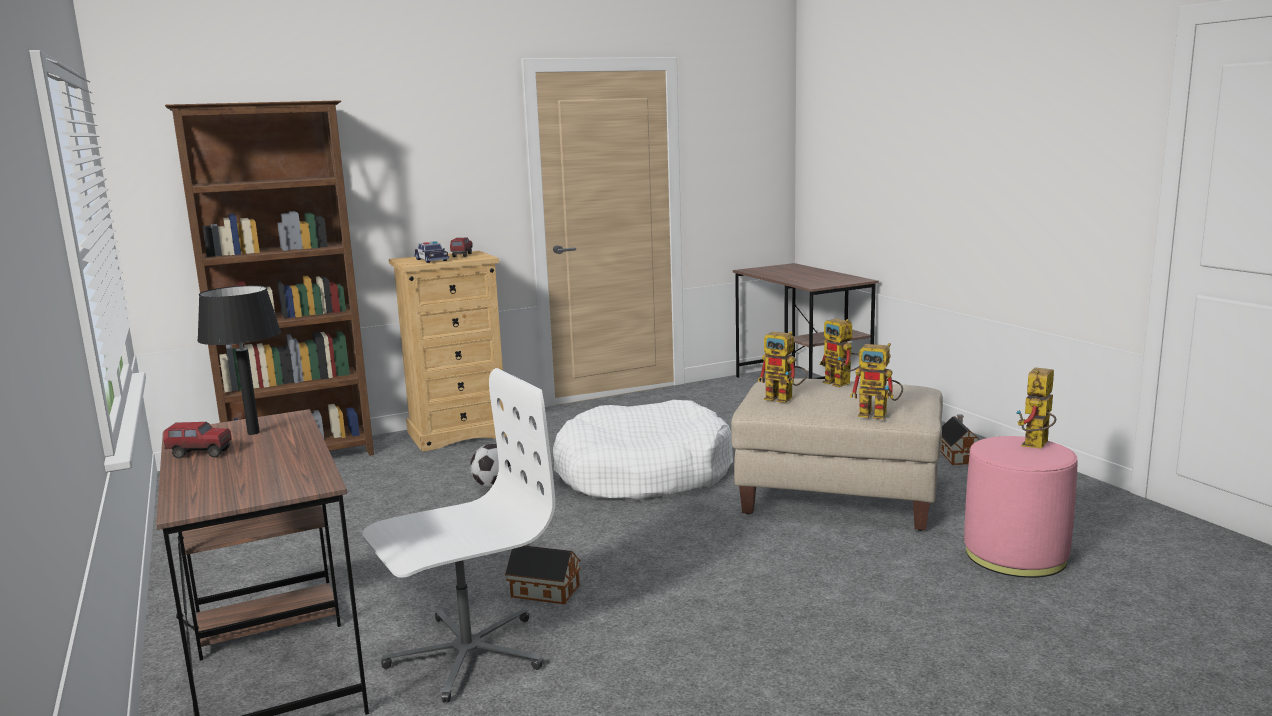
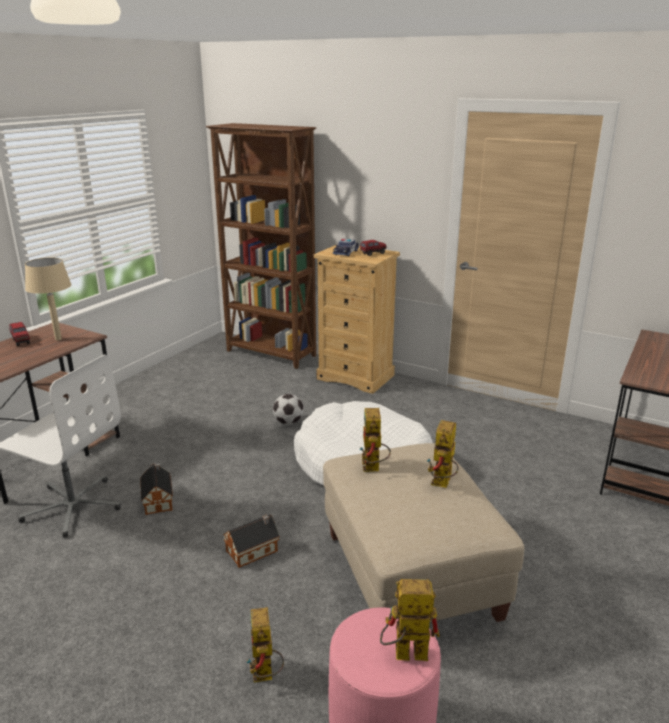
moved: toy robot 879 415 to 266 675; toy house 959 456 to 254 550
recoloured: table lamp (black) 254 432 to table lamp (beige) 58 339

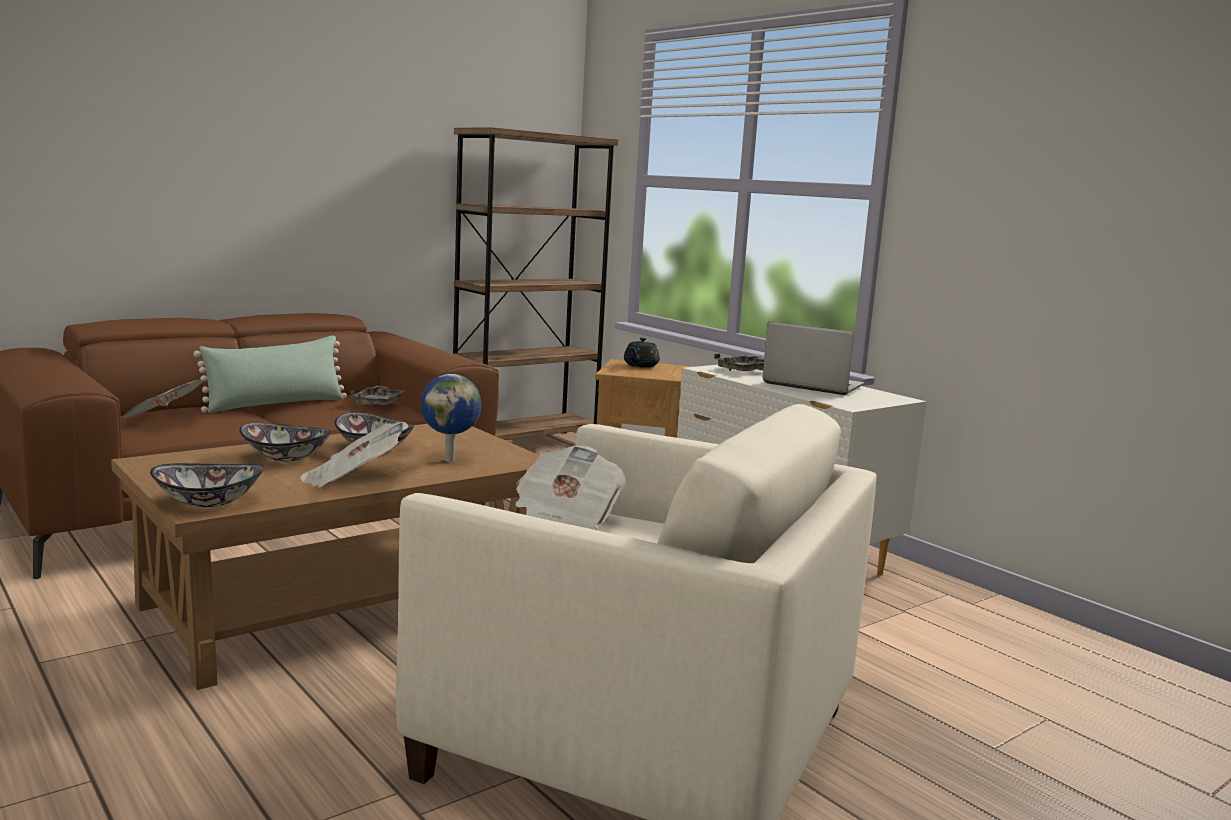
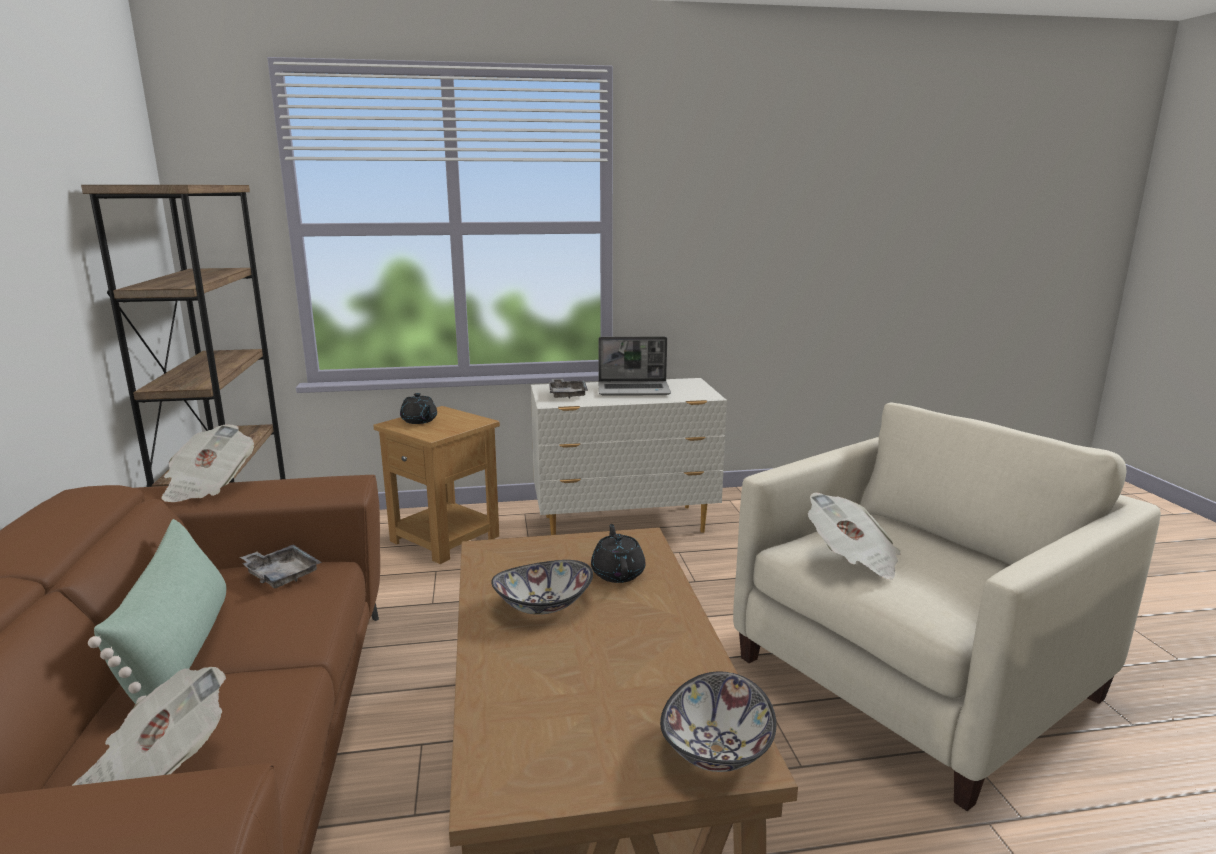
removed: bowl 287 457
moved: newspaper 352 481 to 208 486
replaced: globe 450 460 to teapot (black) 618 573
turned: laptop 811 385 = 634 390 150 degrees counterclockwise

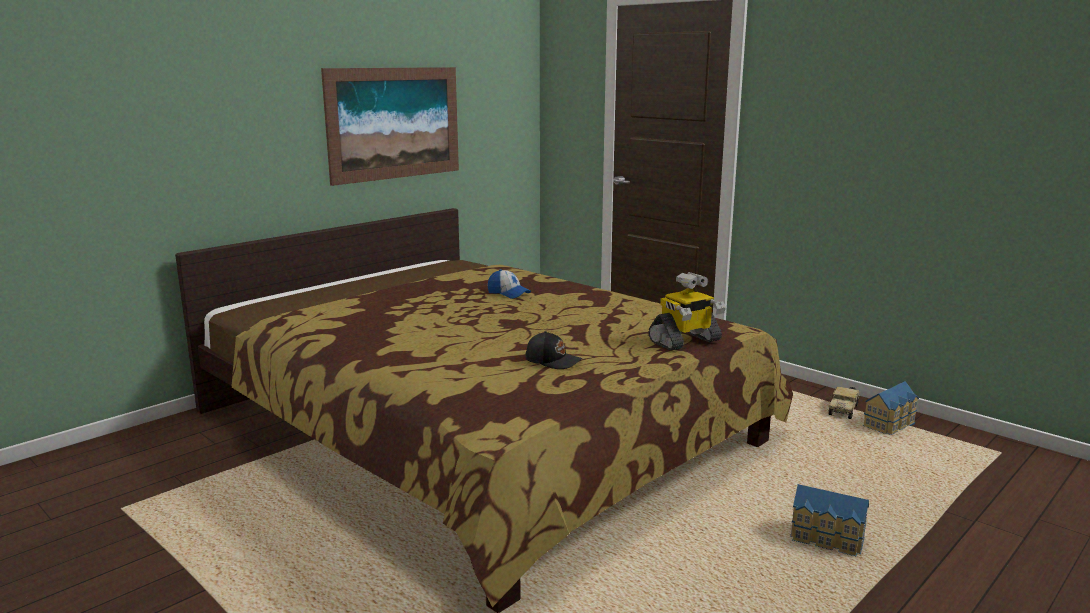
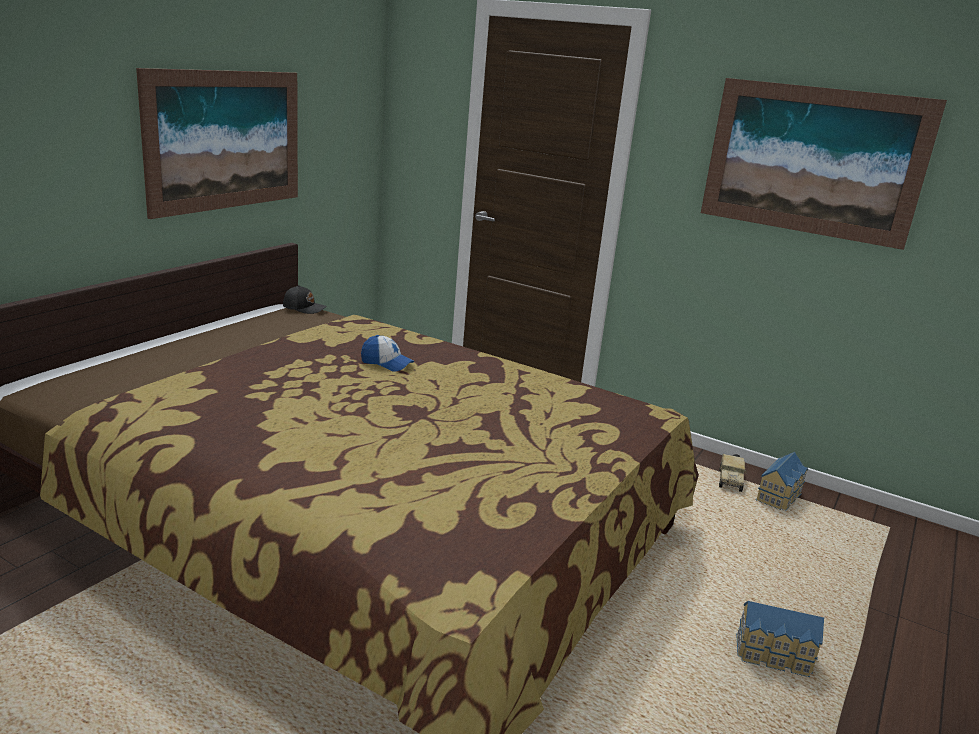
removed: toy robot 685 341
added: picture 813 161
moved: cap (black) 553 360 to 304 308

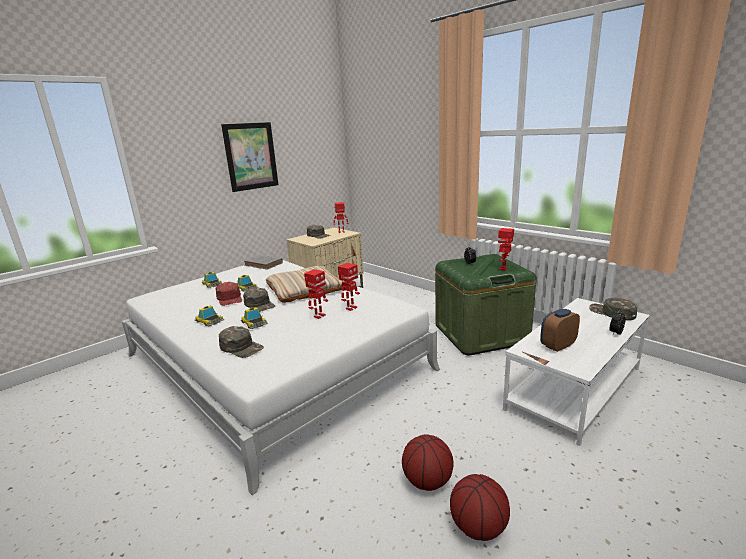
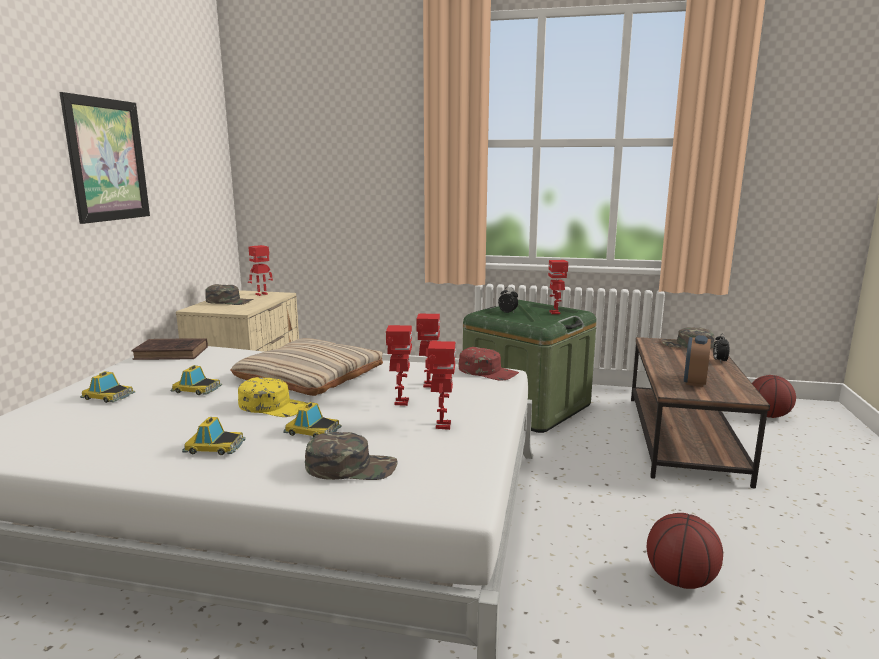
added: toy robot 442 425
moved: cap (red) 230 298 to 488 372; basketball 477 527 to 768 415
recoloured: cap (green) 260 304 to cap (yellow) 274 406; book (grey) 264 264 to book (brown) 173 353; coffee table (white) 575 388 to coffee table (brown) 684 437

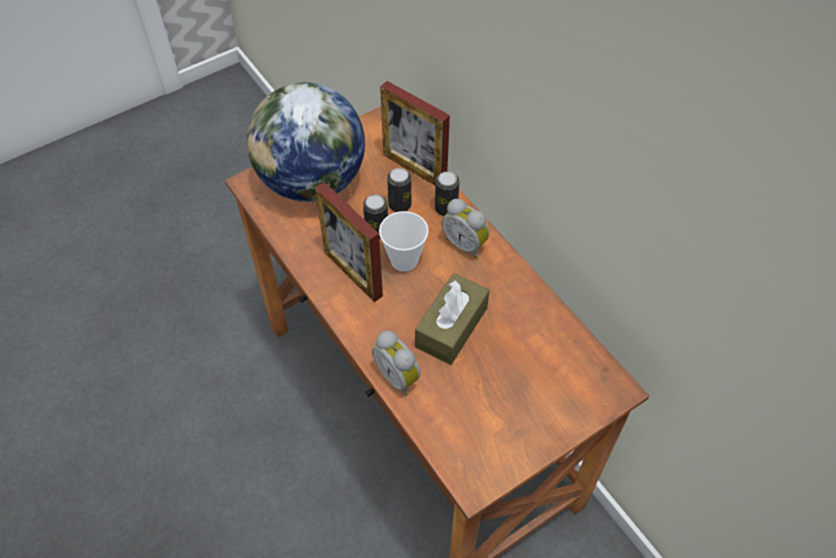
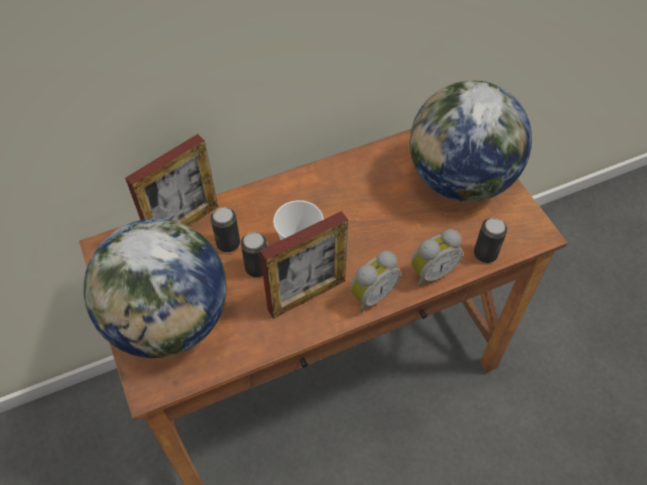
removed: tissue box (brown) 451 327
added: globe 459 181
moved: can 446 208 to 485 253; alarm clock 465 244 to 371 294

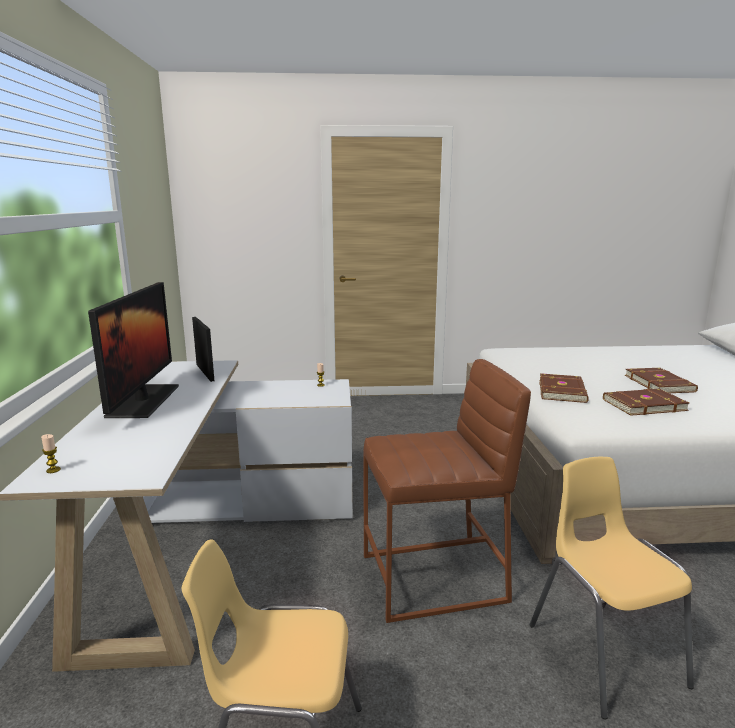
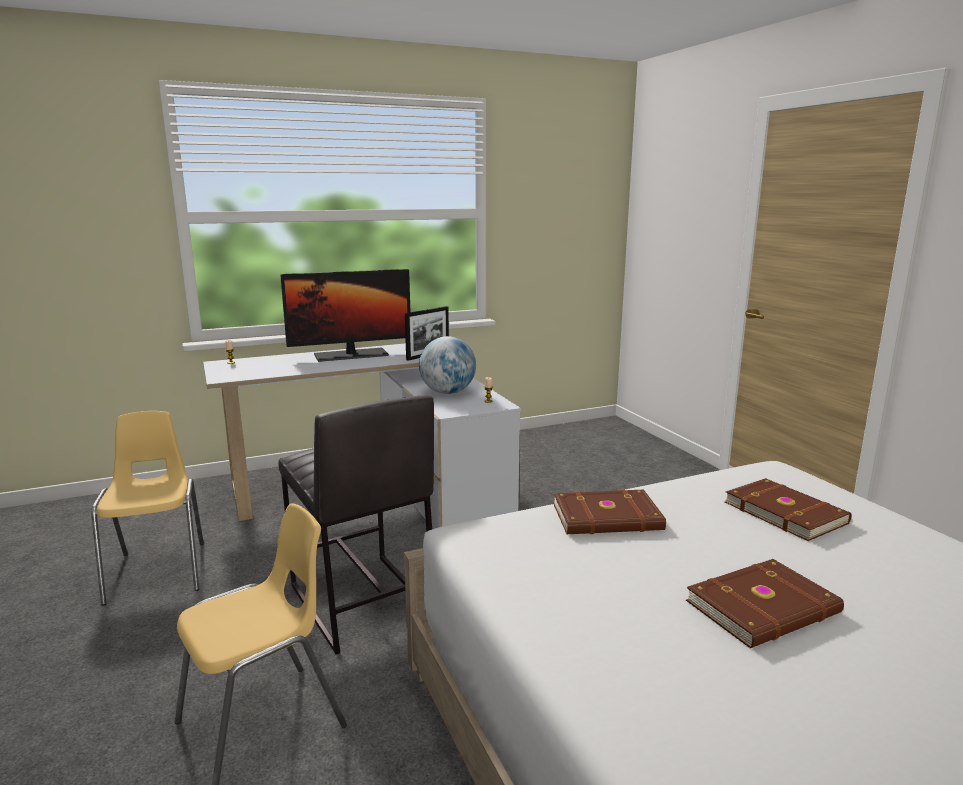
added: globe 448 392
moved: book (brown) 643 404 to 785 512
recoloured: stool (brown) 434 578 to stool (grey) 361 602

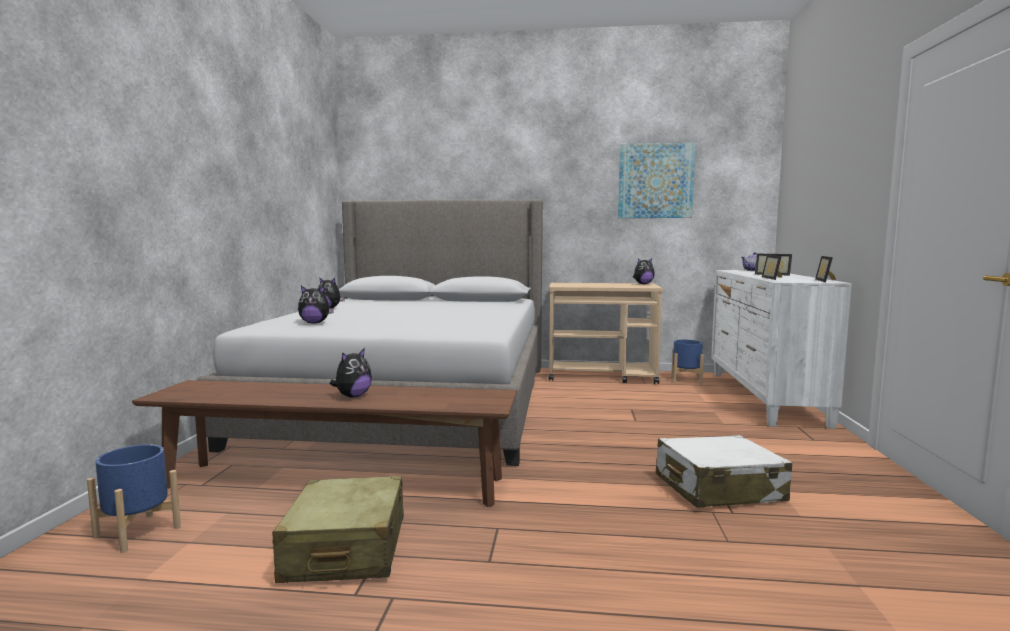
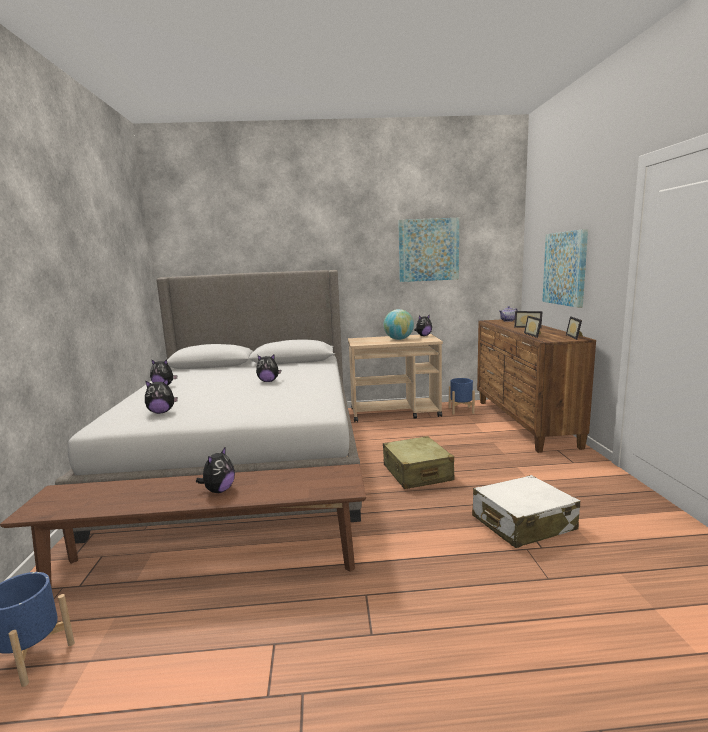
added: plush toy 268 381; globe 398 339; picture 565 268
moved: suitcase (beige) 346 549 to 417 473
recoloured: dresser (white) 764 397 to dresser (brown) 523 422

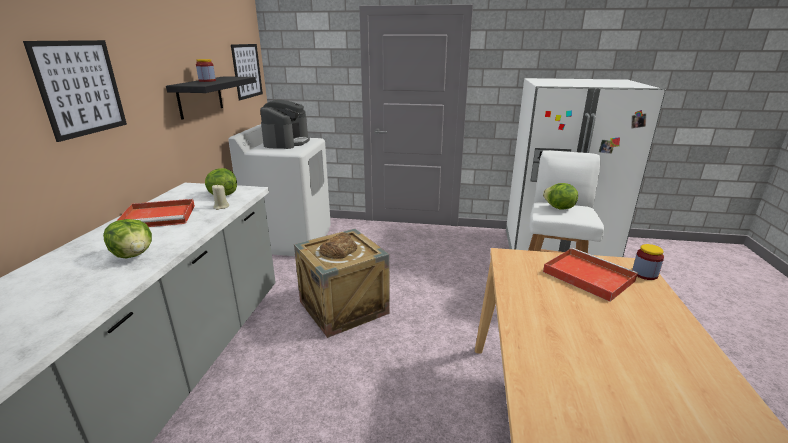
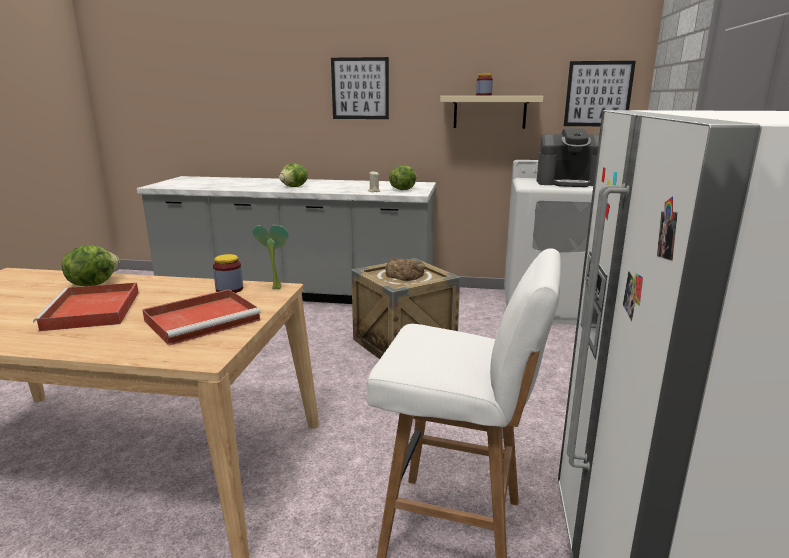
added: potted plant 275 287
moved: tray (red) 160 216 to 92 311; lettuce 558 208 to 92 284; jar 644 274 to 229 289
recoloured: shelf (black) 200 97 to shelf (beige) 489 112

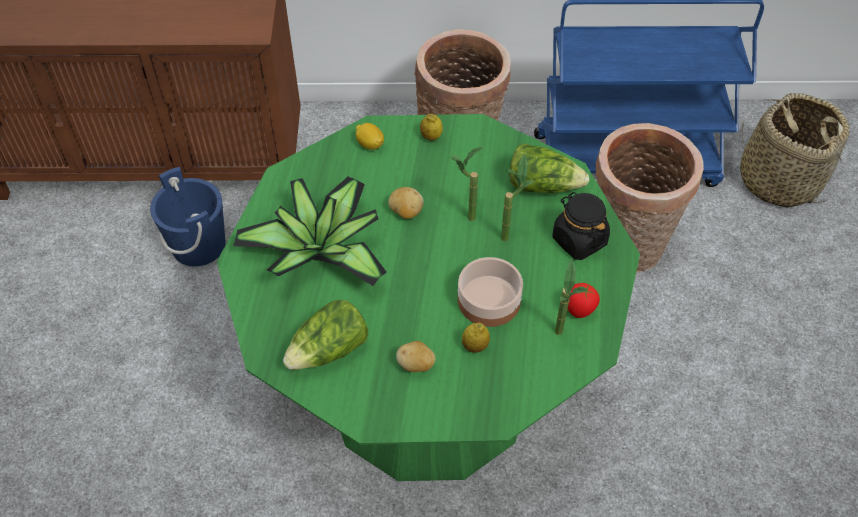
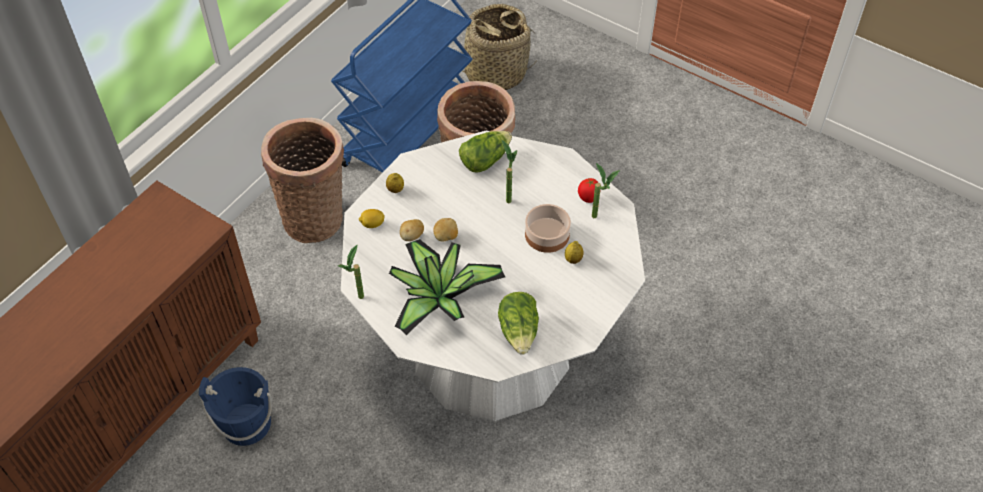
removed: jar (black) 579 240
moved: potato 416 365 to 412 236; potted plant 463 219 to 357 301
recoloured: dining table (green) 428 390 to dining table (white) 491 350

